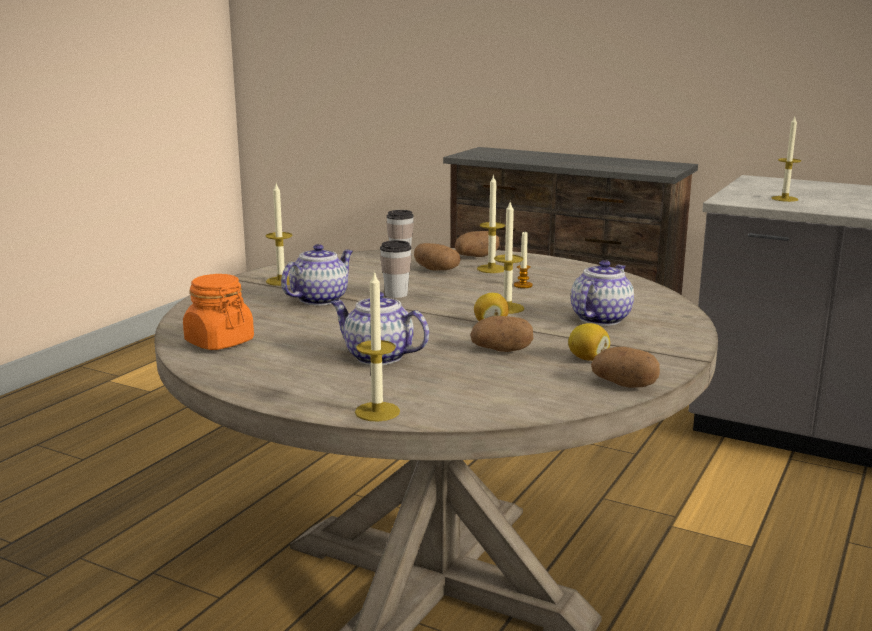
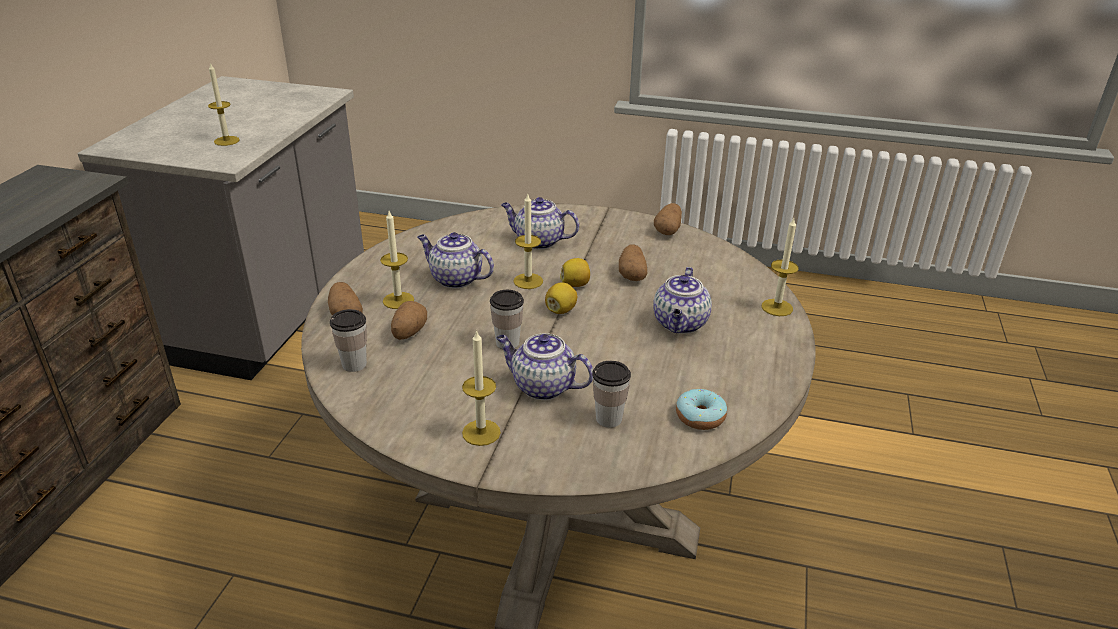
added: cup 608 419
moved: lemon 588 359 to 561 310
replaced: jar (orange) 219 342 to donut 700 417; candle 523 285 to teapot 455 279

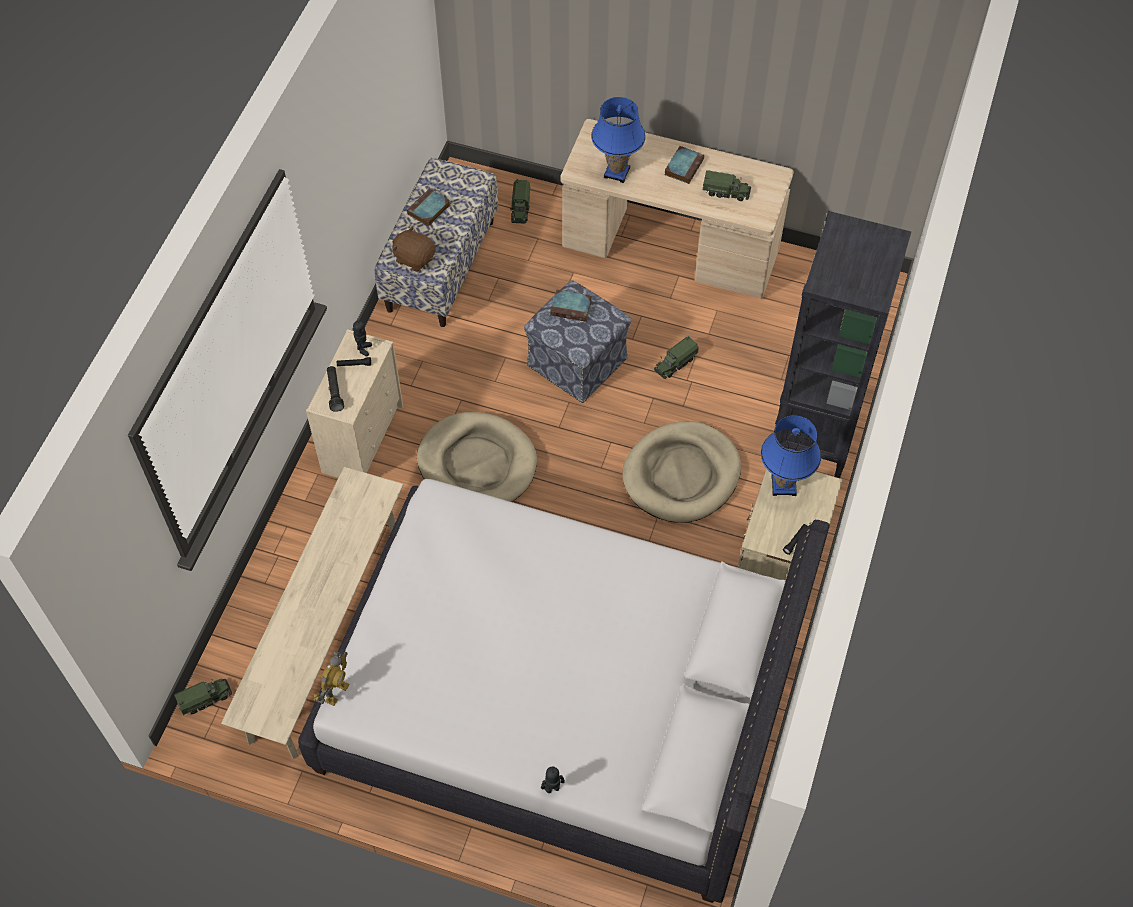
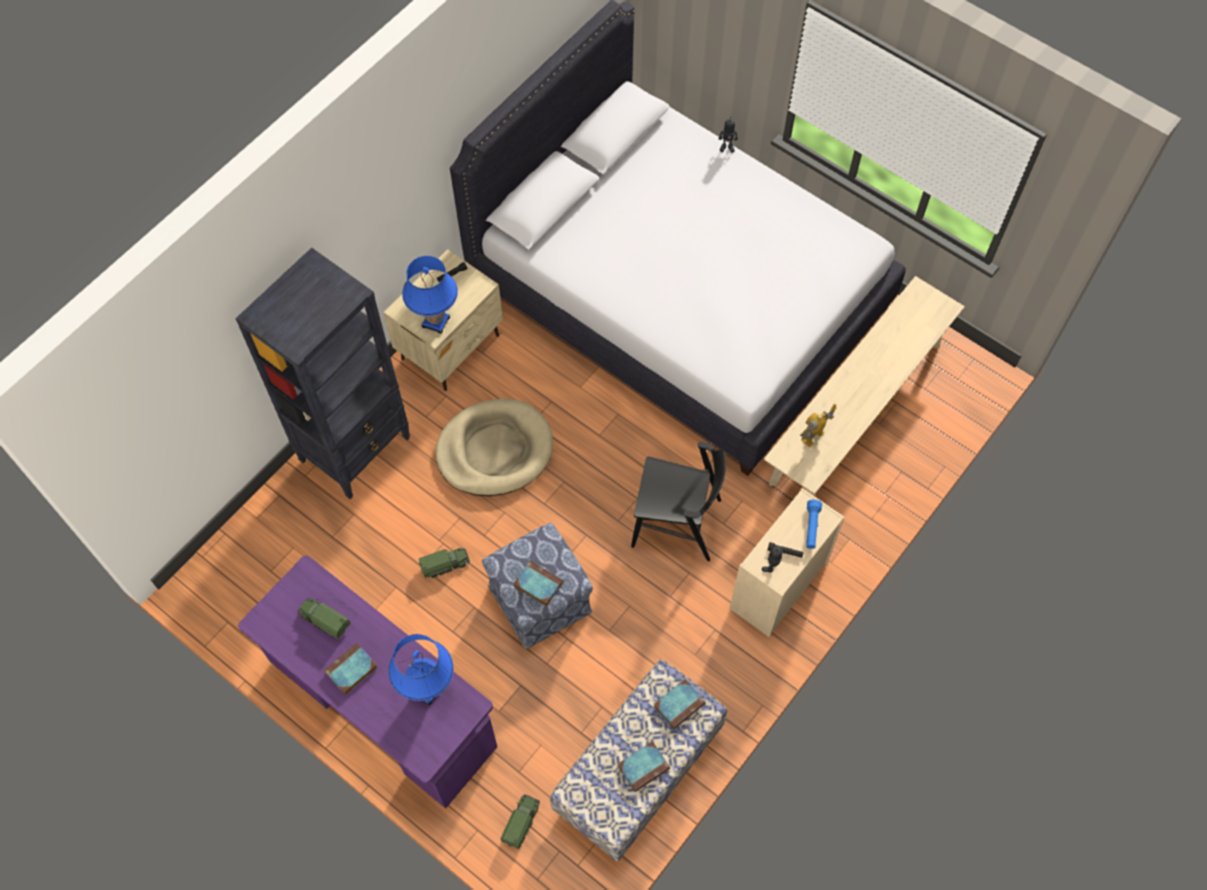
removed: toy truck 205 699
moved: toy robot 336 692 to 813 437
replaced: plush toy (brown) 414 258 to book 679 704; dog bed (beige) 477 464 to chair (black) 676 523
recoloured: flashlight (black) 334 392 to flashlight (blue) 811 527; desk (beige) 670 249 to desk (purple) 382 705

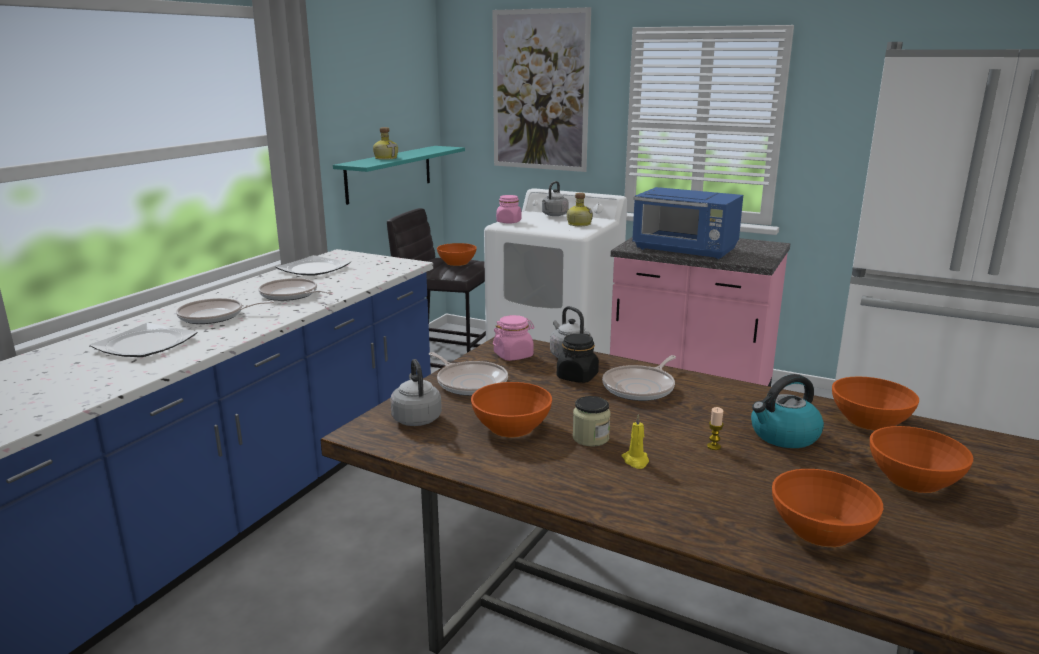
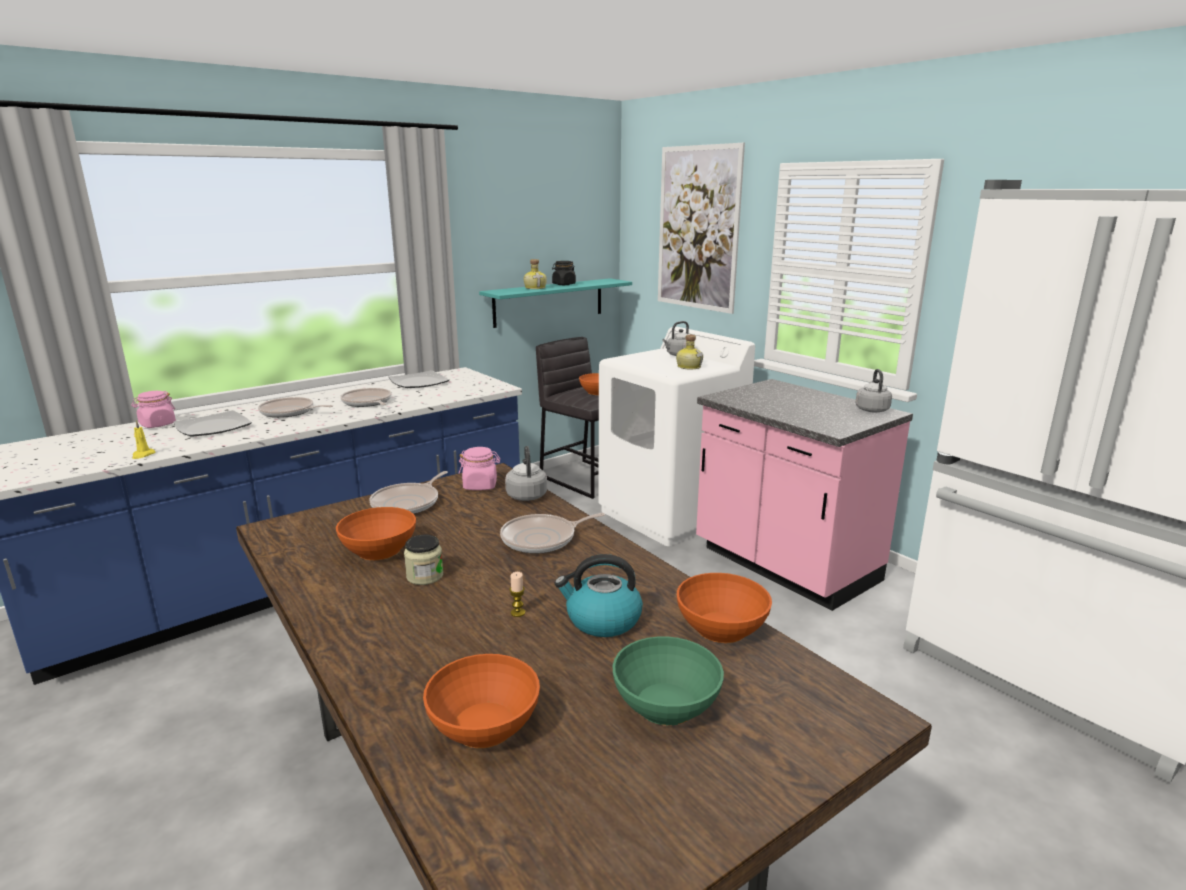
removed: microwave (blue) 685 250
moved: kettle (grey) 416 418 to 871 409; jar (pink) 509 222 to 157 424; jar (black) 577 377 to 563 284; candle (yellow) 636 461 to 143 455
recoloured: bowl (orange) 913 479 to bowl (green) 665 705
turned: frying pan 470 382 = 408 503 45 degrees clockwise

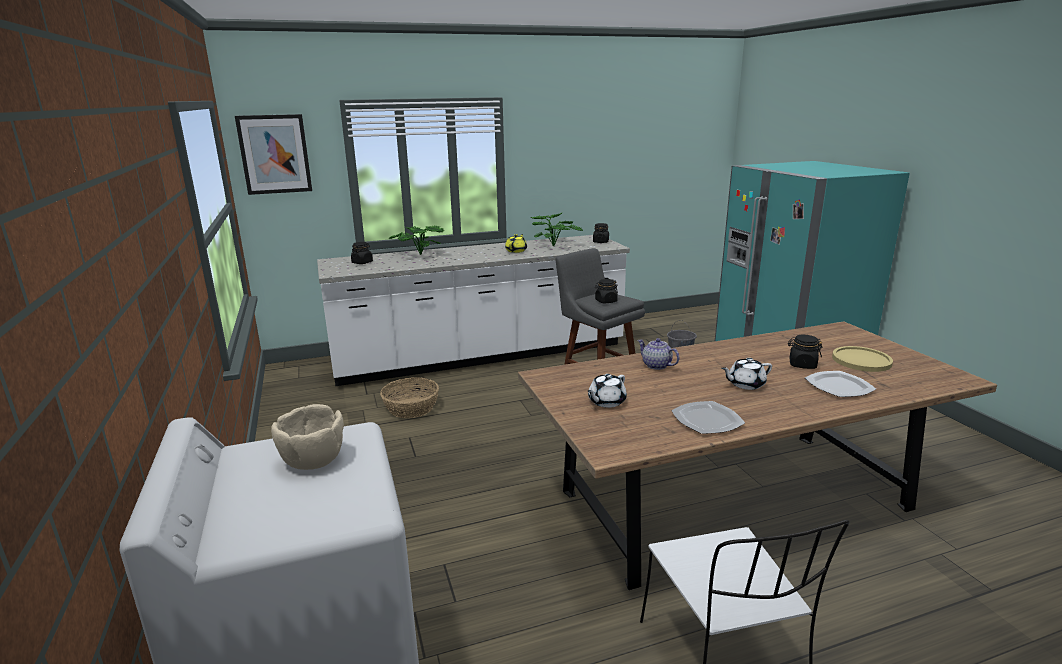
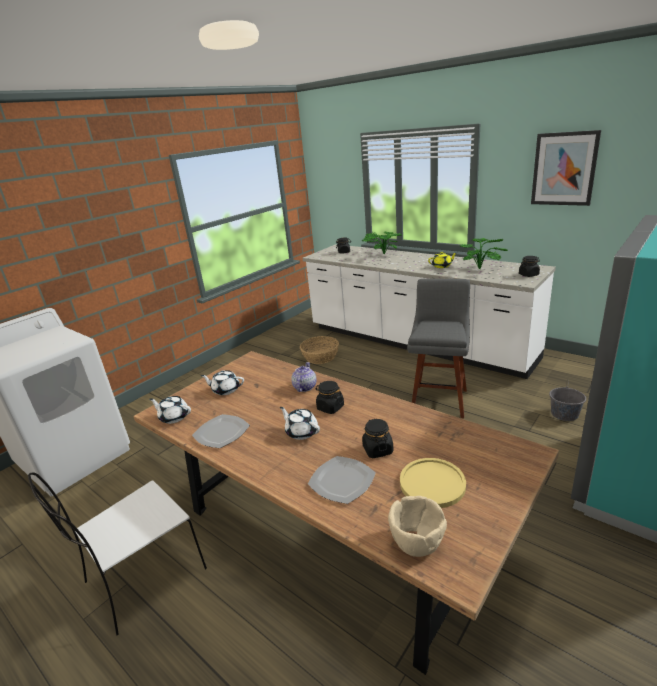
added: teapot (white) 174 417
moved: picture 275 154 to 564 169; bowl (beige) 312 460 to 416 542; jar (black) 606 301 to 330 407

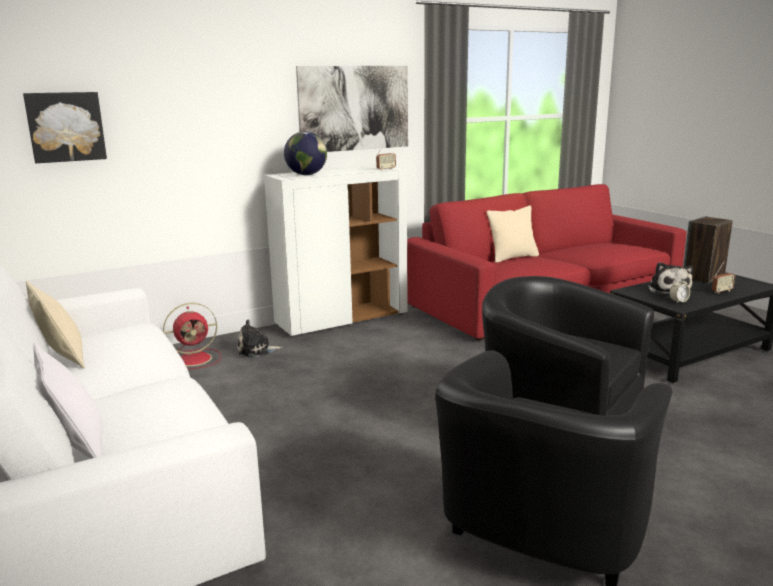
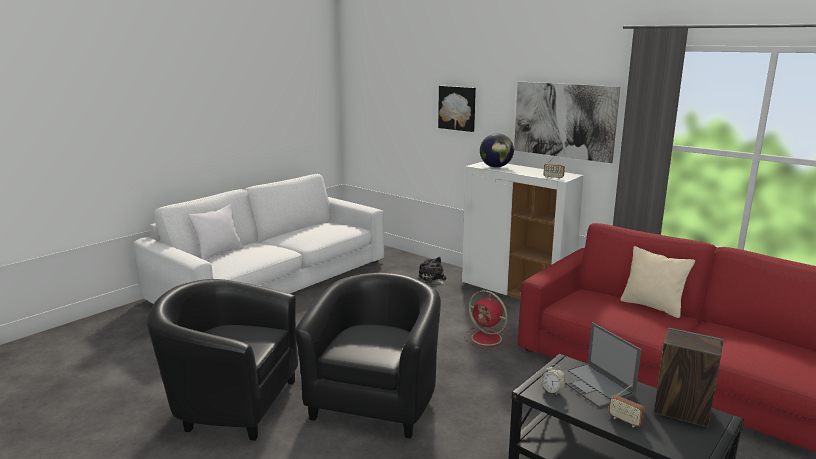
removed: pillow (beige) 62 359
moved: picture 66 127 to 457 108; fan (red) 195 359 to 487 338
replaced: plush toy 668 290 to laptop 594 385

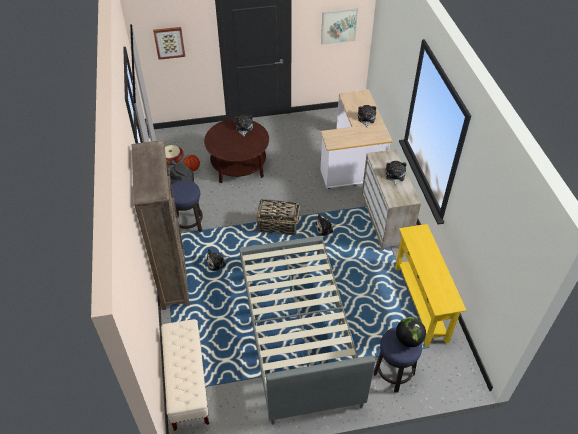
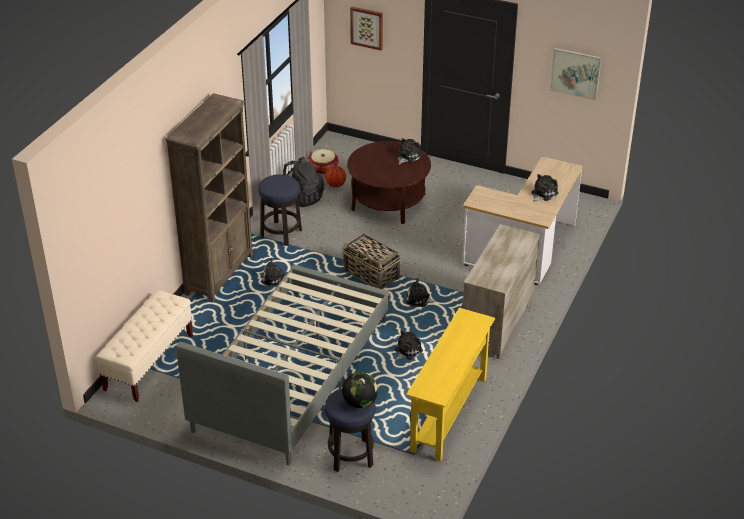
moved: plush toy 394 176 to 406 351

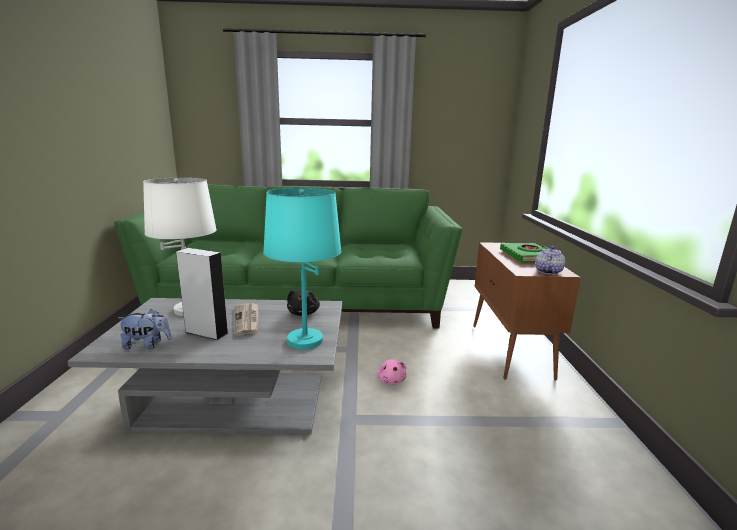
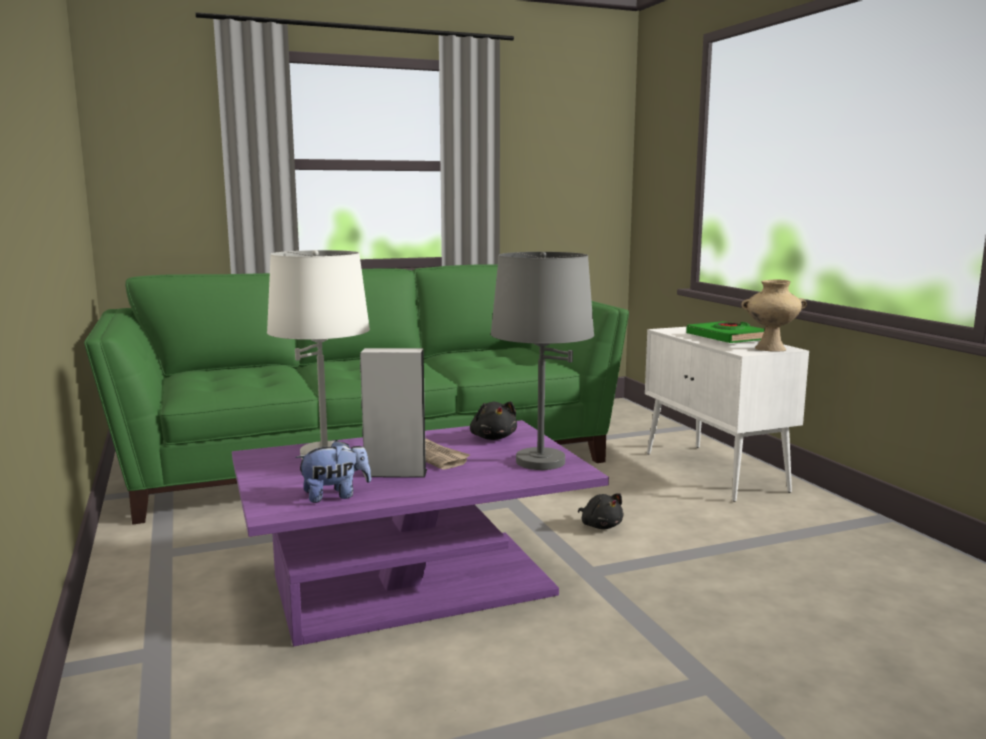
replaced: teapot 547 271 to vase (beige) 770 349
recoloured: coffee table (grey) 234 402 to coffee table (purple) 414 585; table lamp (turquoise) 304 341 to table lamp (grey) 540 462; plush toy (pink) 391 380 to plush toy (black) 600 526; cabinet (brown) 510 351 to cabinet (white) 715 472

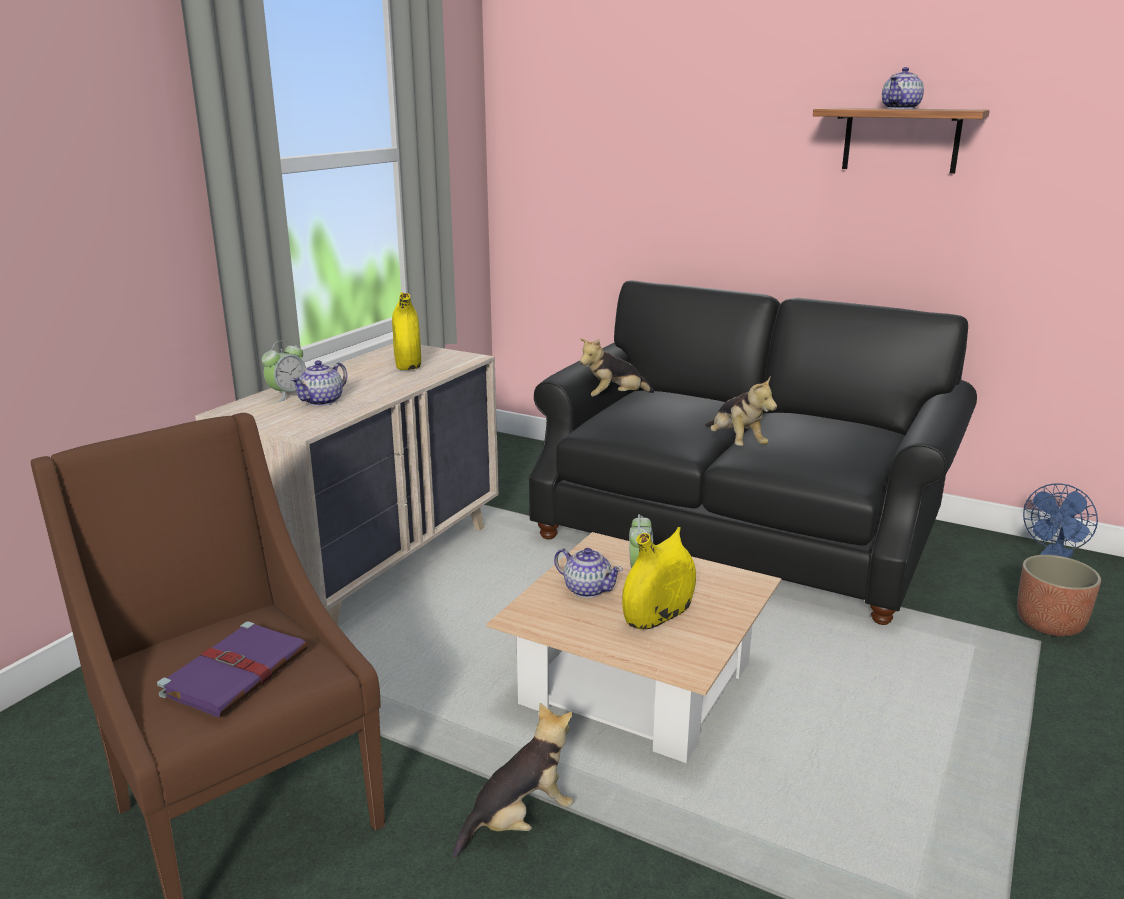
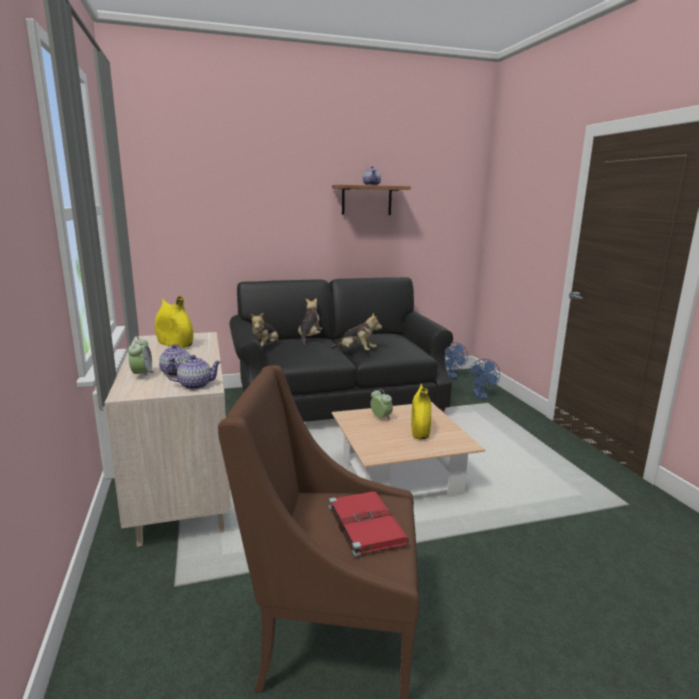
moved: plush toy 520 820 to 309 338; teapot 587 589 to 195 385
replaced: planter 1050 624 to fan (blue) 481 396
recoloured: book (purple) 237 671 to book (red) 365 523

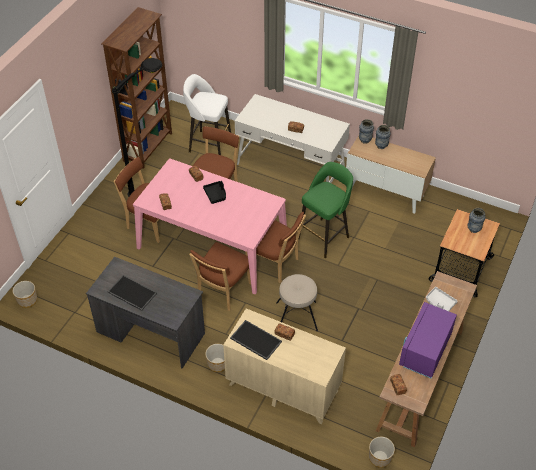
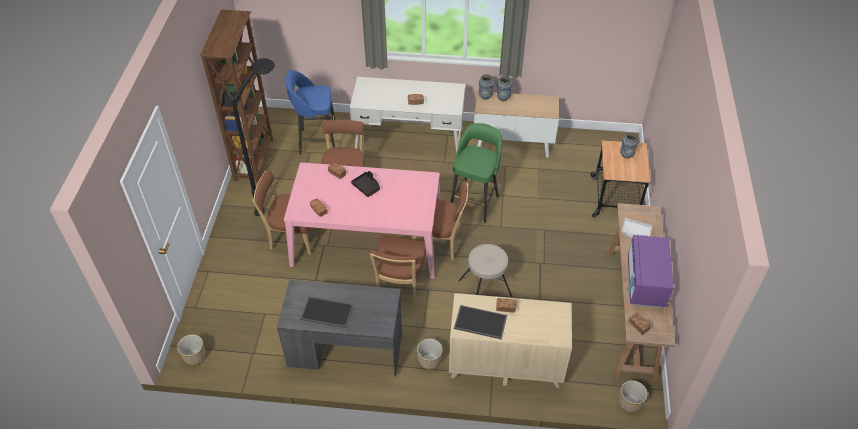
recoloured: stool (white) 209 144 to stool (blue) 317 141

